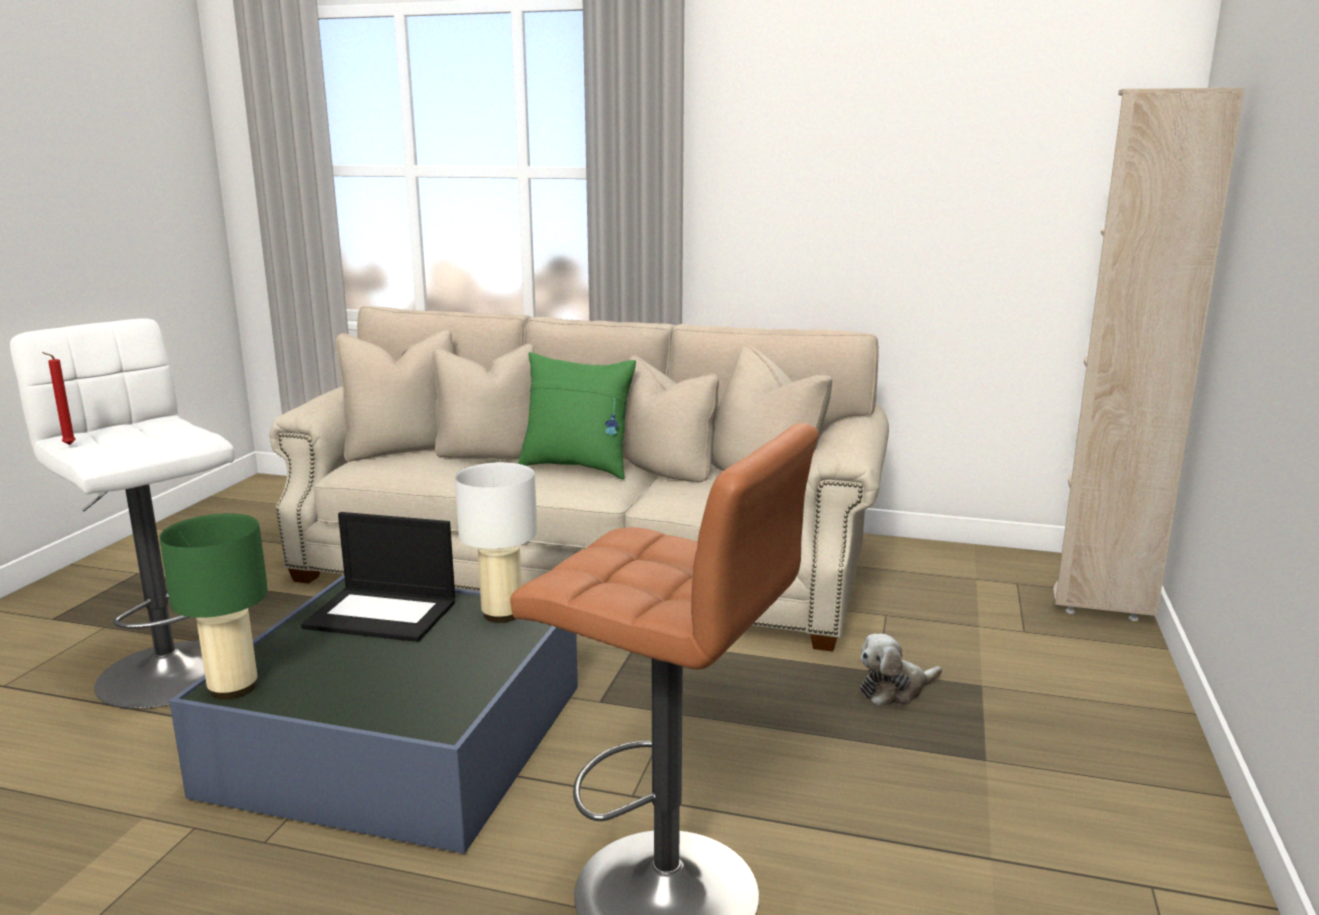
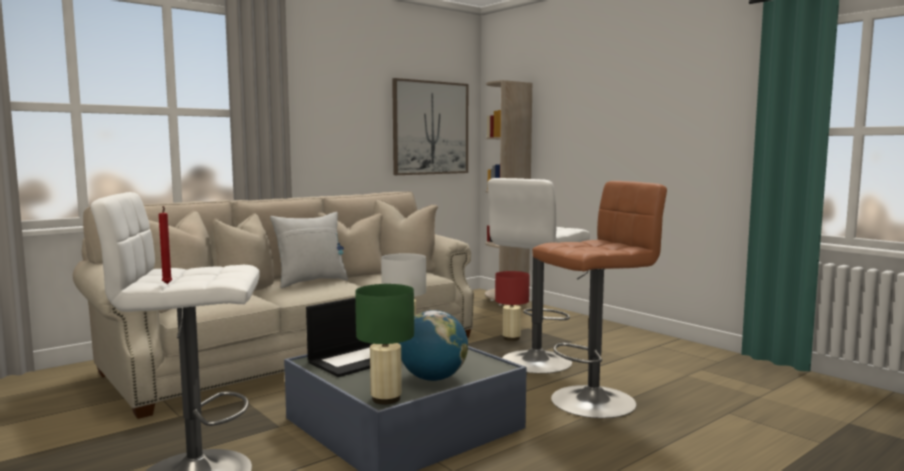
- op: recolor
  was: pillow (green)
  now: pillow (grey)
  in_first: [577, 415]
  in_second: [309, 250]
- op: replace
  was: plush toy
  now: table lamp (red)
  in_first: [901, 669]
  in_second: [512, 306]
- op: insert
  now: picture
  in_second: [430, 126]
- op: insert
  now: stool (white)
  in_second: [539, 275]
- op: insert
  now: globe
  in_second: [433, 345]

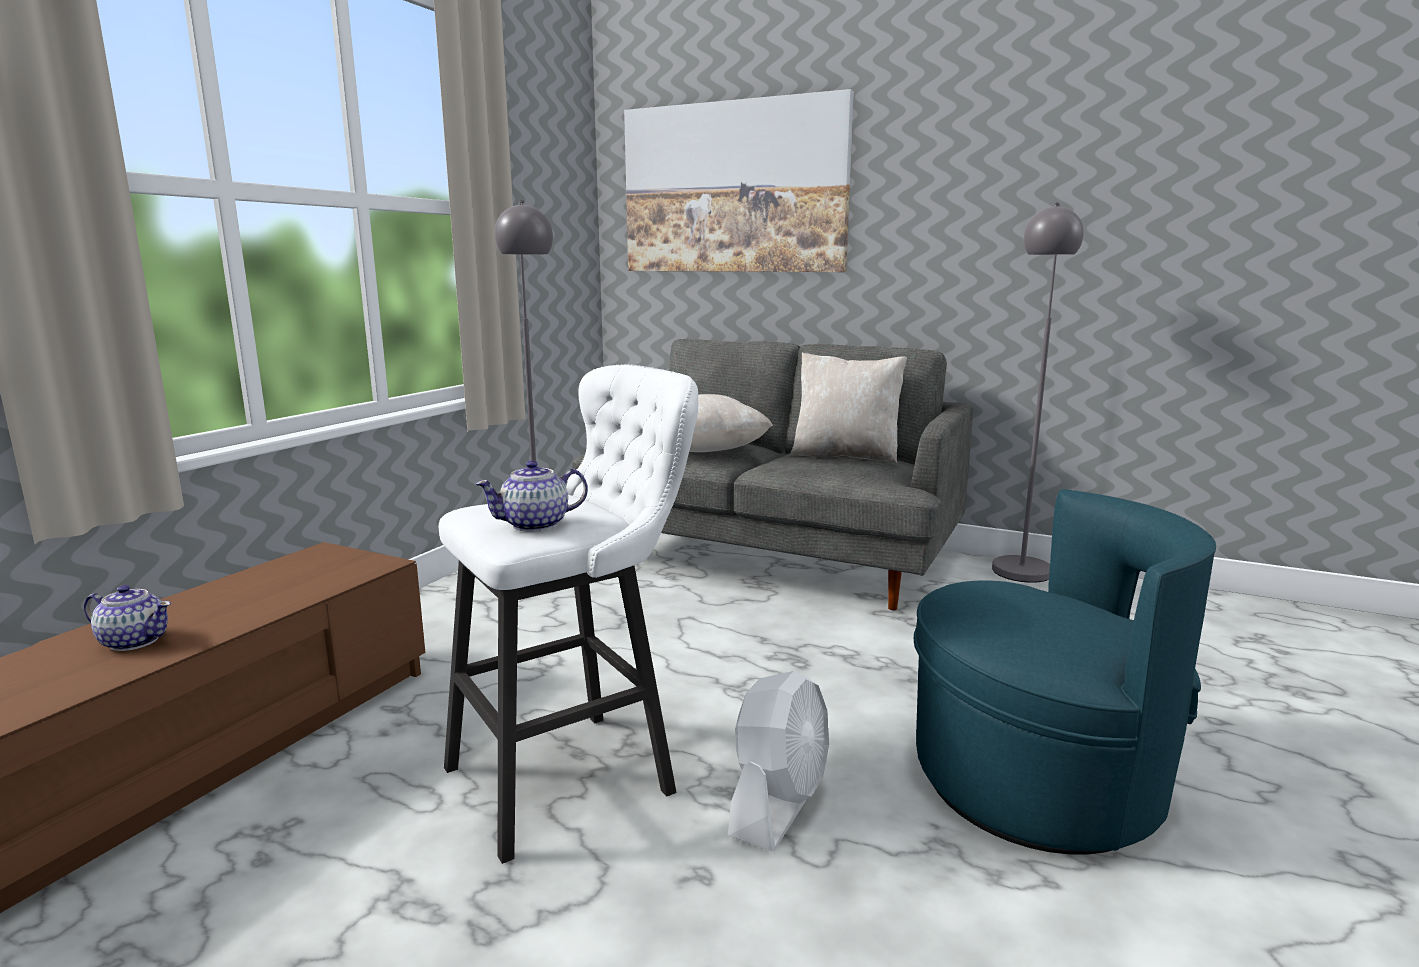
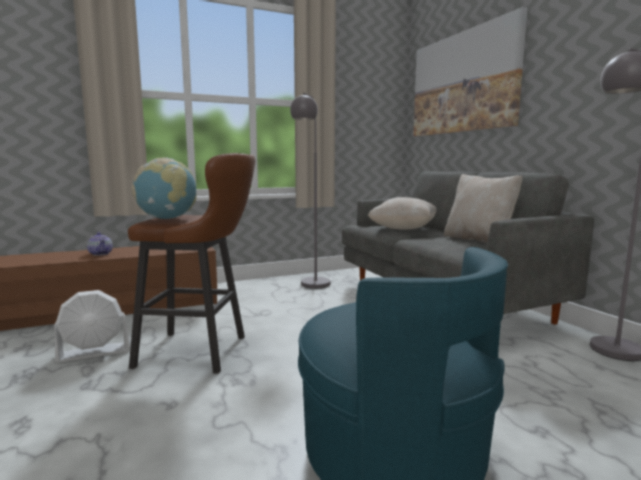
- op: recolor
  was: stool (white)
  now: stool (brown)
  in_first: [568, 614]
  in_second: [192, 263]
- op: replace
  was: teapot
  now: globe
  in_first: [531, 496]
  in_second: [163, 188]
- op: move
  was: fan (white)
  in_first: [778, 761]
  in_second: [93, 326]

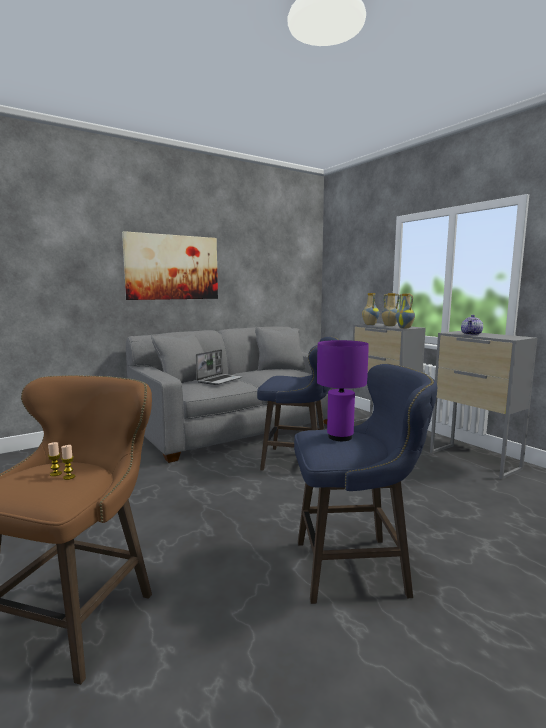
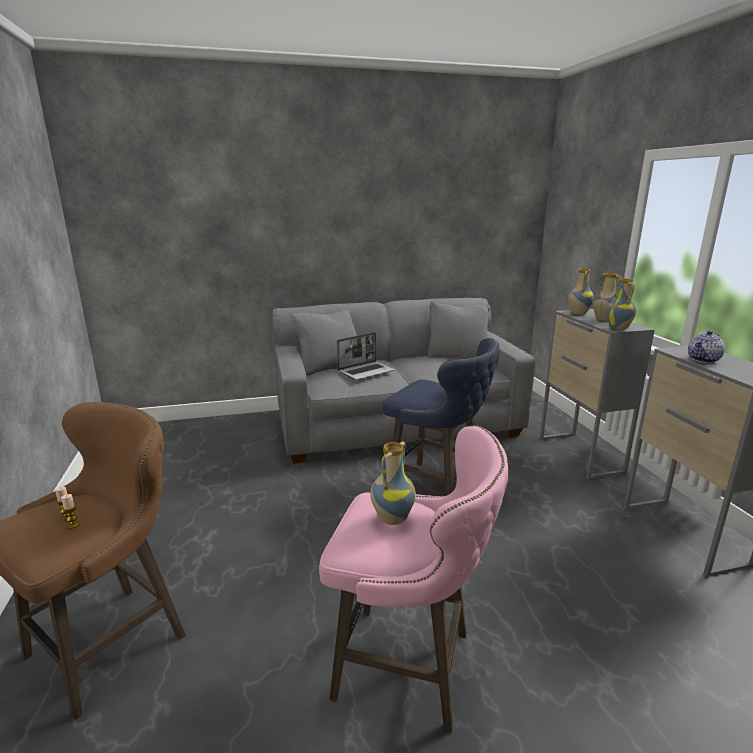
- op: delete
  was: picture
  in_first: [170, 265]
- op: replace
  was: table lamp (purple)
  now: vase
  in_first: [343, 390]
  in_second: [393, 483]
- op: recolor
  was: stool (blue)
  now: stool (pink)
  in_first: [365, 483]
  in_second: [413, 579]

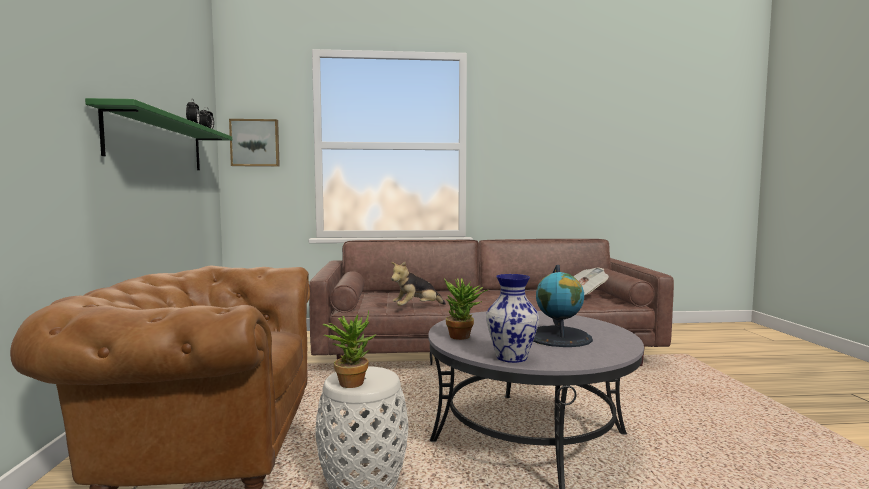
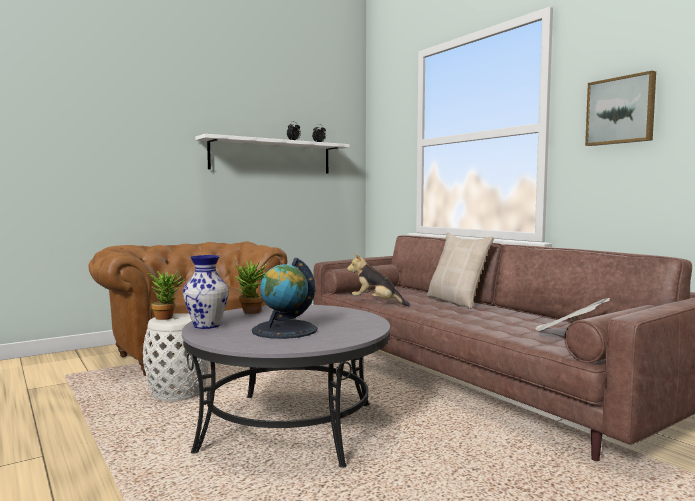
- op: recolor
  was: shelf (green)
  now: shelf (white)
  in_first: [158, 134]
  in_second: [272, 153]
- op: move
  was: picture
  in_first: [254, 143]
  in_second: [620, 108]
- op: insert
  now: pillow (beige)
  in_second: [460, 271]

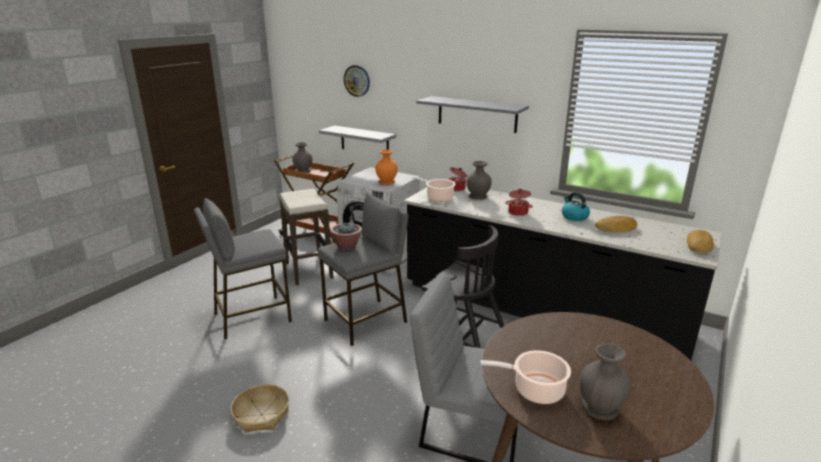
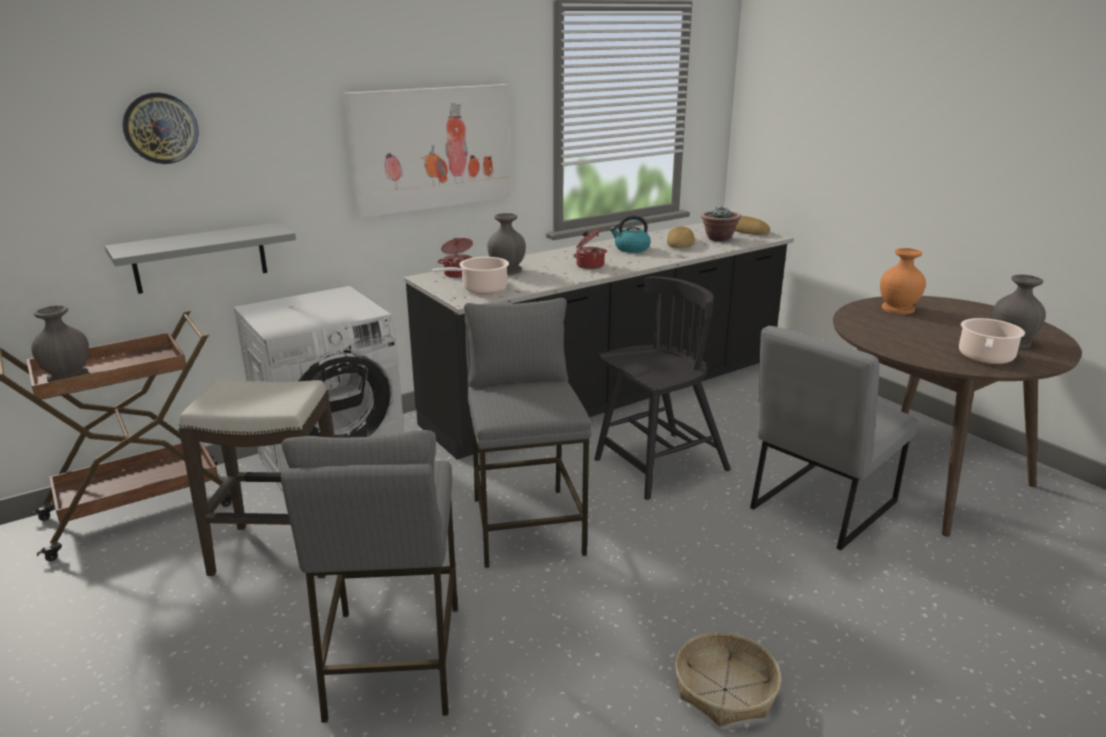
- op: replace
  was: shelf (grey)
  now: picture
  in_first: [472, 114]
  in_second: [427, 151]
- op: move
  was: vase (orange)
  in_first: [387, 167]
  in_second: [903, 281]
- op: move
  was: potted plant
  in_first: [346, 236]
  in_second: [721, 224]

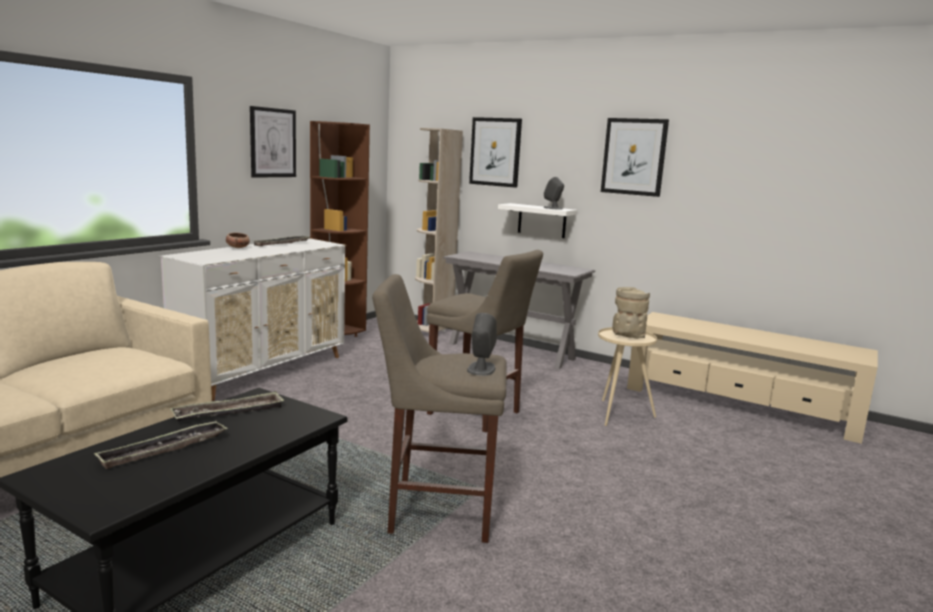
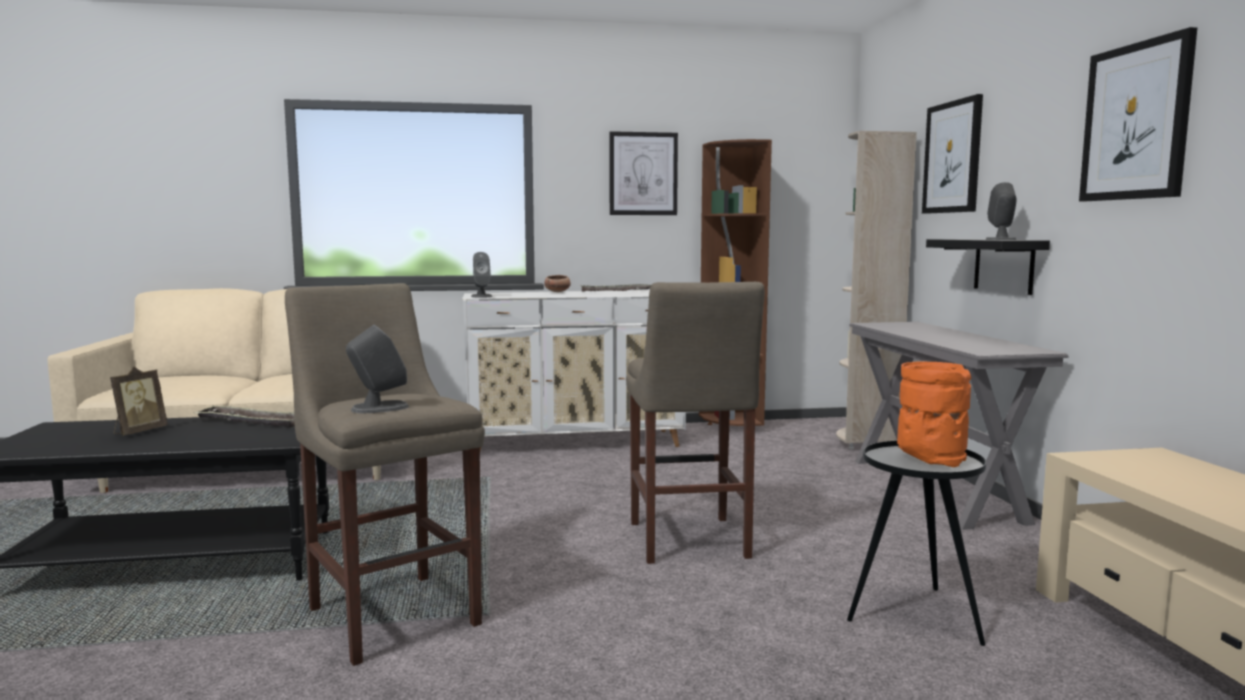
- op: recolor
  was: shelf (white)
  now: shelf (black)
  in_first: [537, 220]
  in_second: [988, 267]
- op: recolor
  was: vase (beige)
  now: vase (orange)
  in_first: [631, 313]
  in_second: [934, 414]
- op: recolor
  was: side table (beige)
  now: side table (black)
  in_first: [627, 376]
  in_second: [916, 543]
- op: replace
  was: tray
  now: picture frame
  in_first: [161, 444]
  in_second: [139, 401]
- op: insert
  now: speaker (grey)
  in_second: [481, 275]

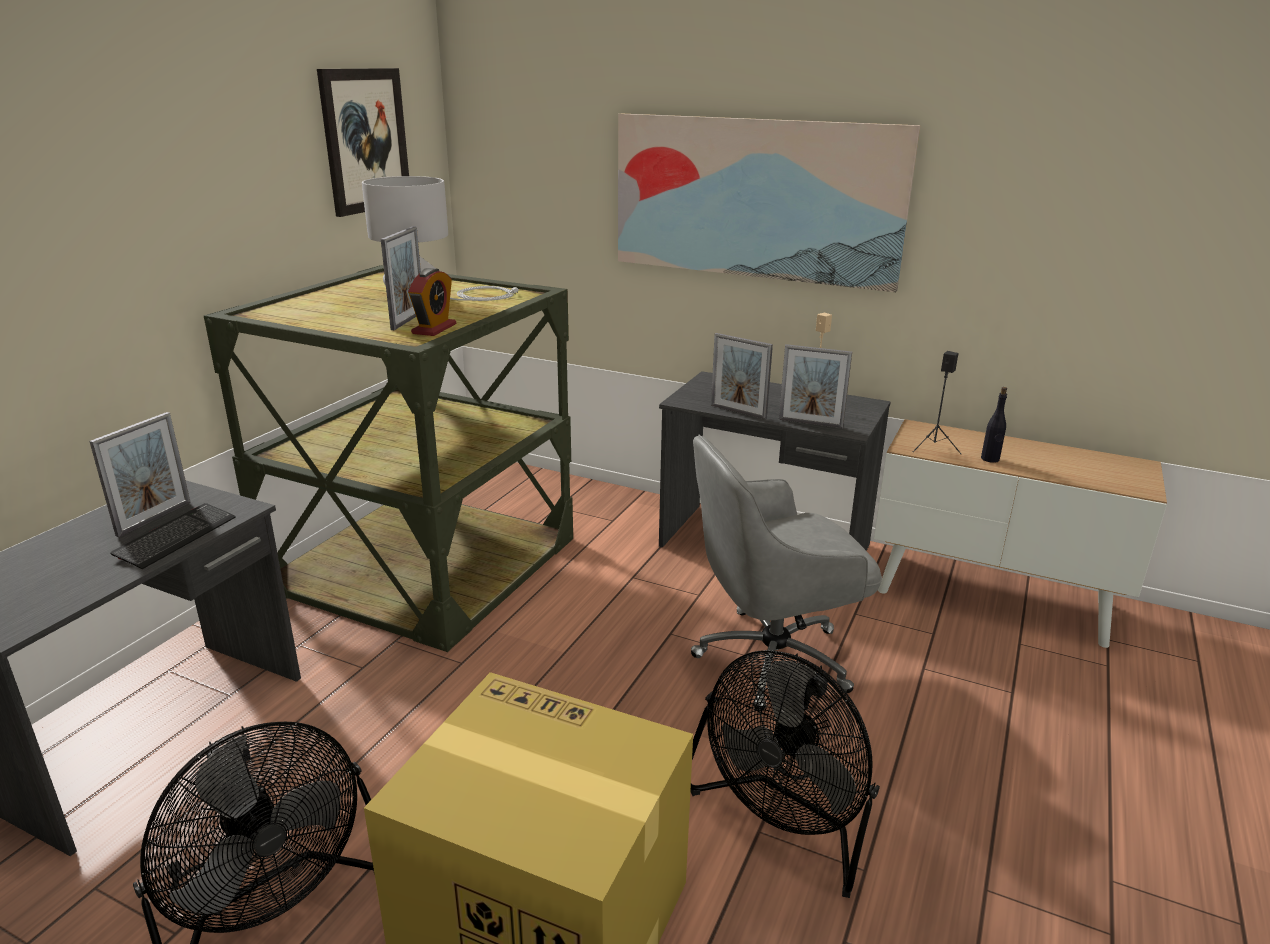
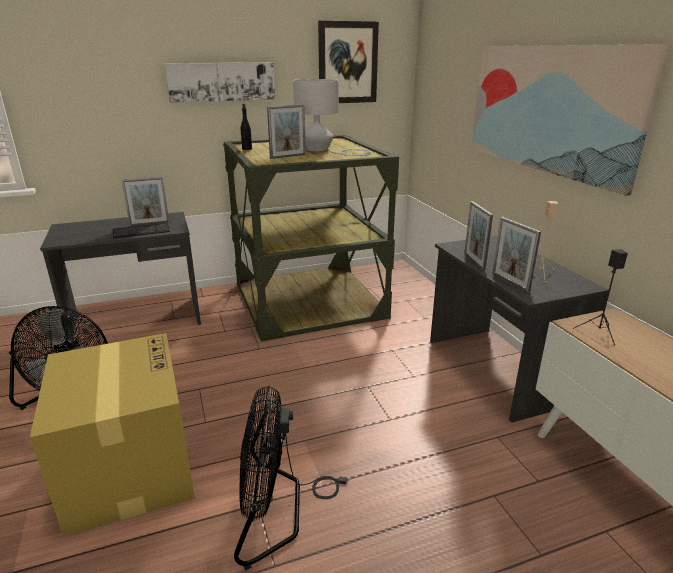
- op: delete
  was: alarm clock
  in_first: [432, 302]
- op: move
  was: bottle (black)
  in_first: [994, 425]
  in_second: [246, 127]
- op: delete
  was: office chair (grey)
  in_first: [786, 573]
- op: insert
  now: picture
  in_second: [220, 82]

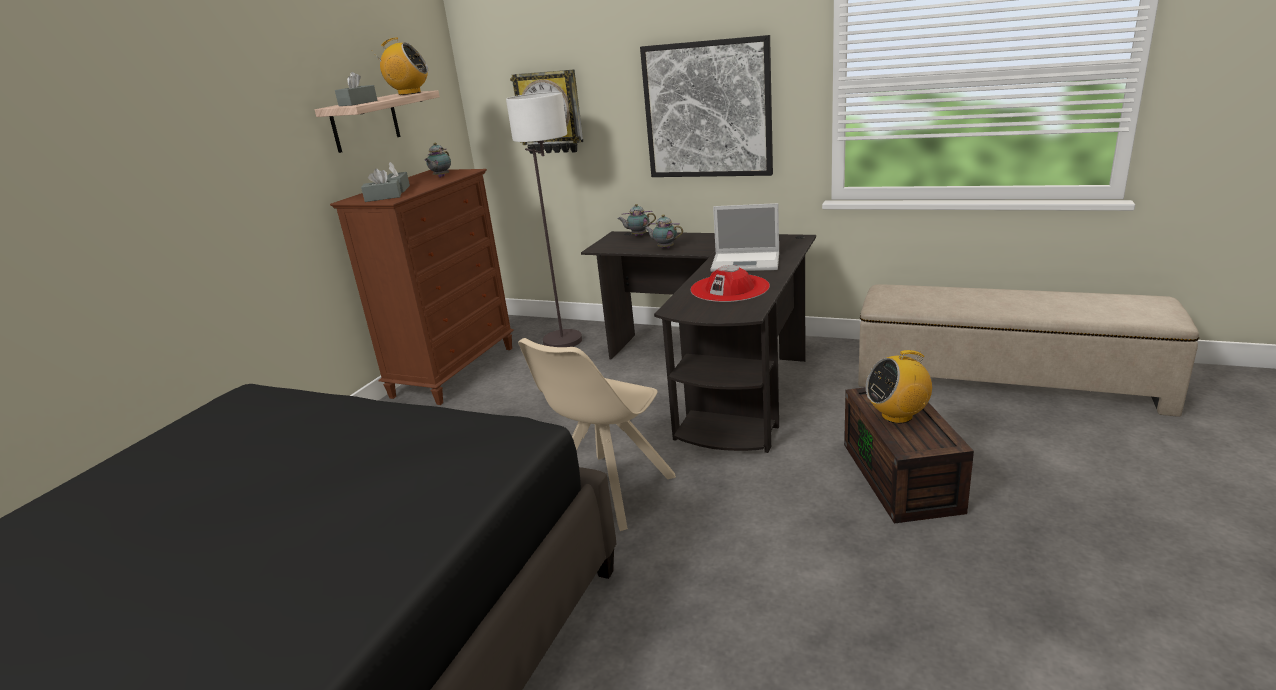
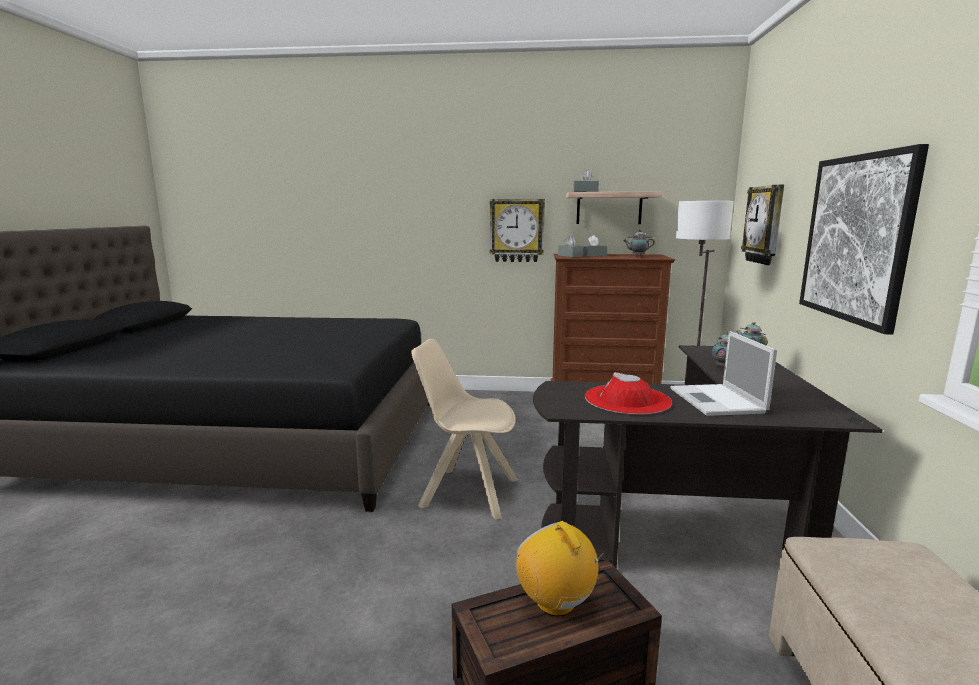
- op: delete
  was: radio
  in_first: [400, 66]
- op: insert
  now: wall clock
  in_second: [517, 230]

